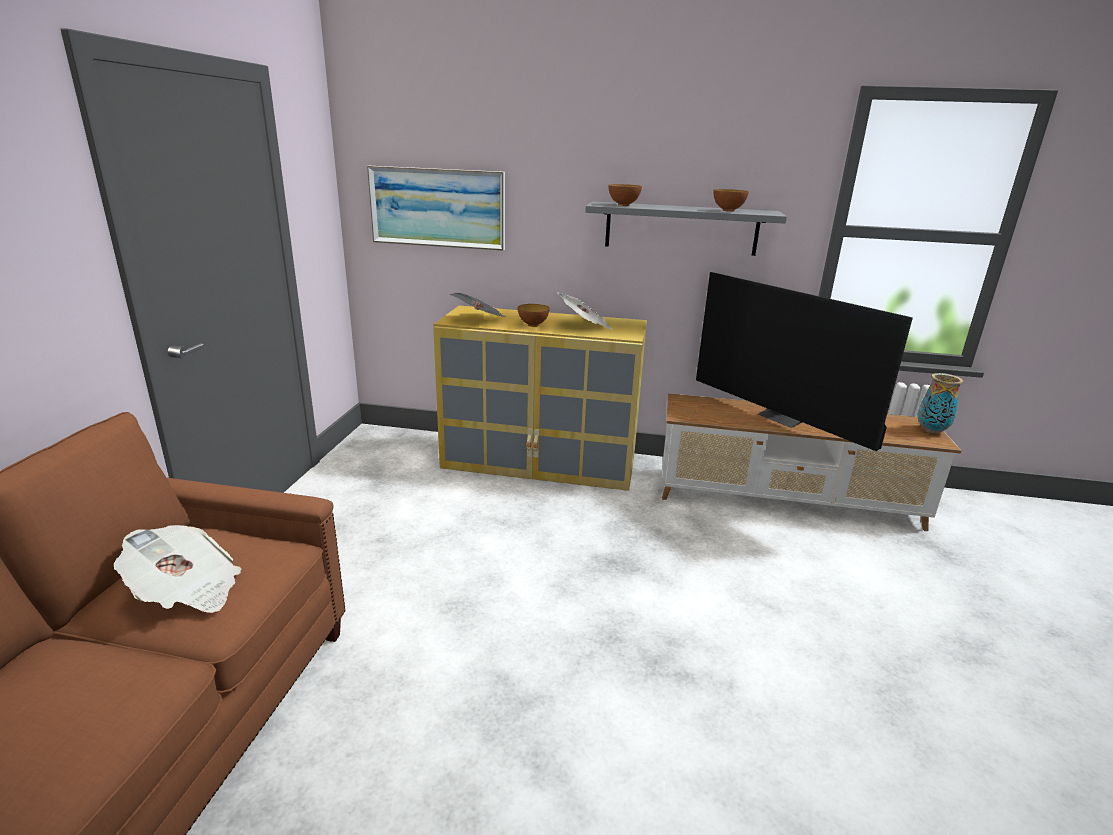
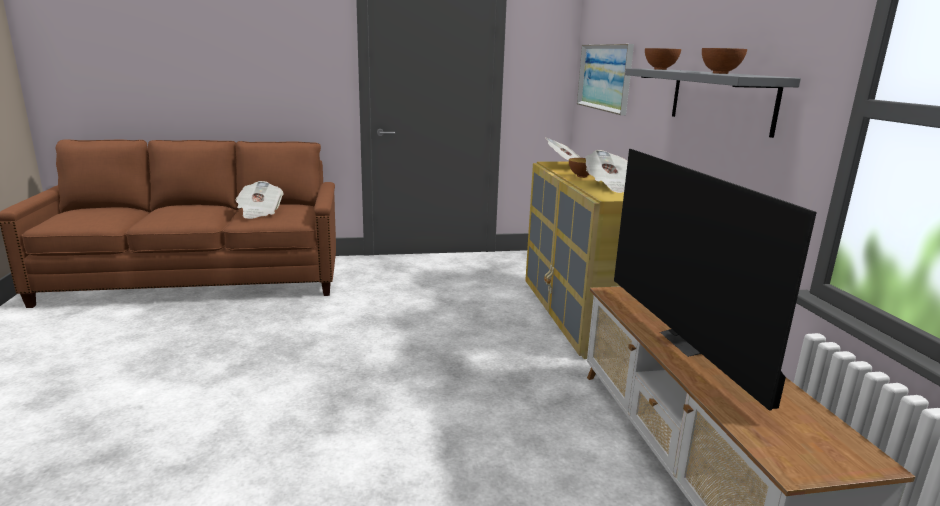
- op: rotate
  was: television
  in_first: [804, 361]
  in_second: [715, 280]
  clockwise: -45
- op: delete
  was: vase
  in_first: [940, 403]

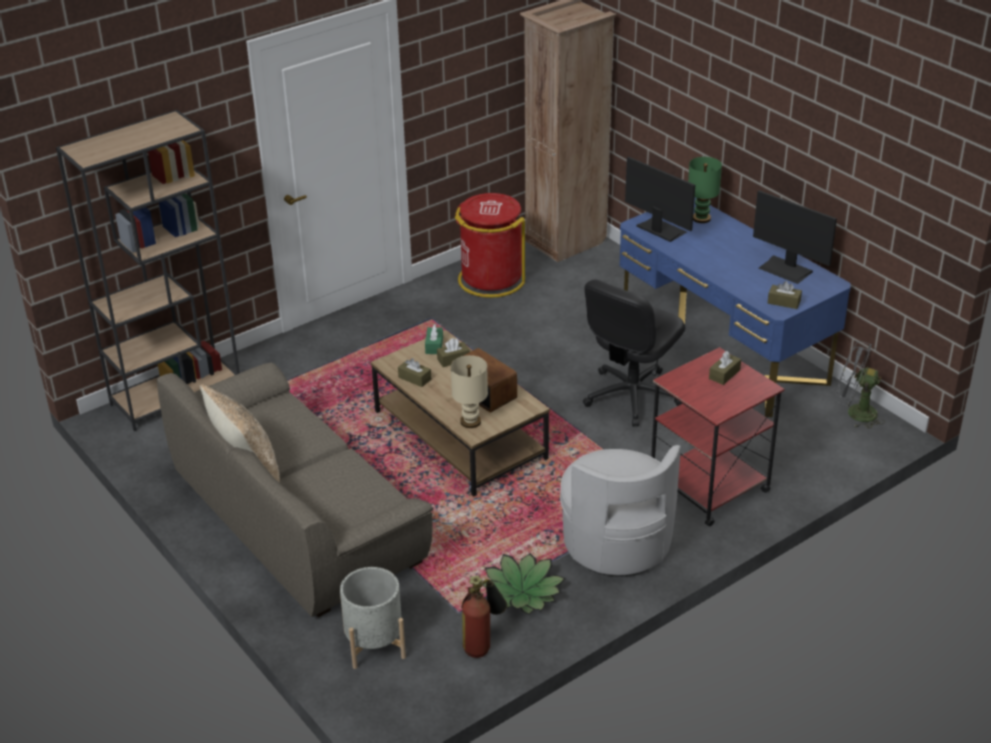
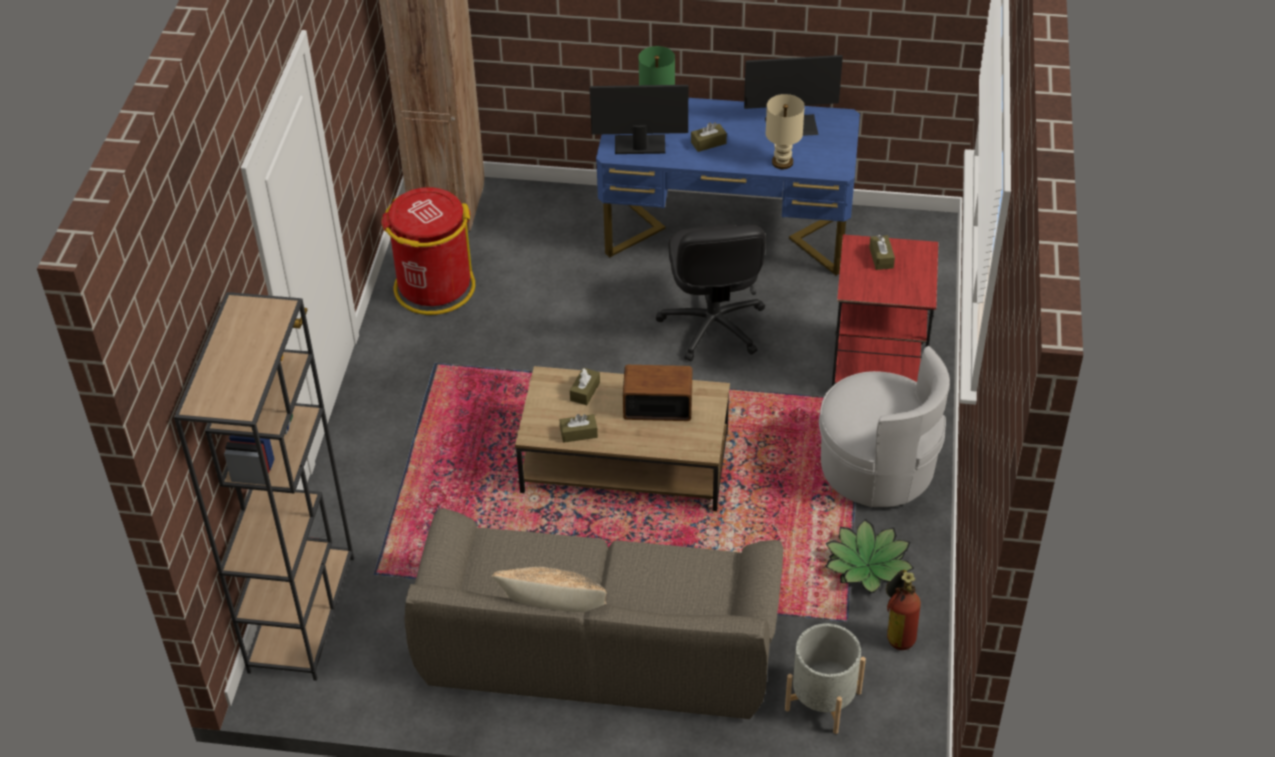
- op: move
  was: tissue box (brown)
  in_first: [785, 295]
  in_second: [709, 137]
- op: delete
  was: tissue box (green)
  in_first: [434, 339]
- op: delete
  was: fan (grey)
  in_first: [860, 385]
- op: move
  was: table lamp (beige)
  in_first: [469, 391]
  in_second: [785, 131]

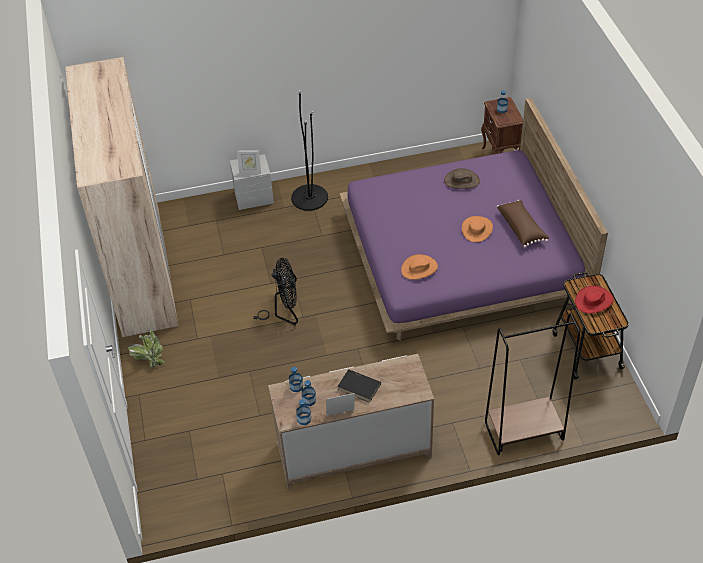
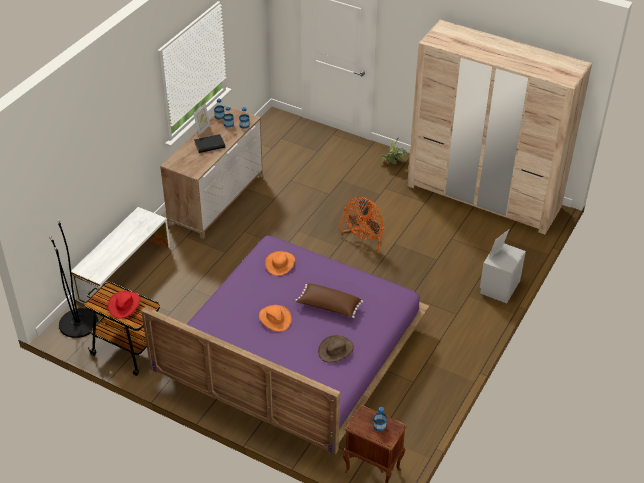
- op: move
  was: floor lamp (black)
  in_first: [309, 150]
  in_second: [73, 279]
- op: move
  was: pillow (brown)
  in_first: [523, 223]
  in_second: [329, 300]
- op: recolor
  was: fan (black)
  now: fan (orange)
  in_first: [275, 291]
  in_second: [362, 225]
- op: replace
  was: clothes rack
  now: bench (white)
  in_first: [532, 384]
  in_second: [120, 255]

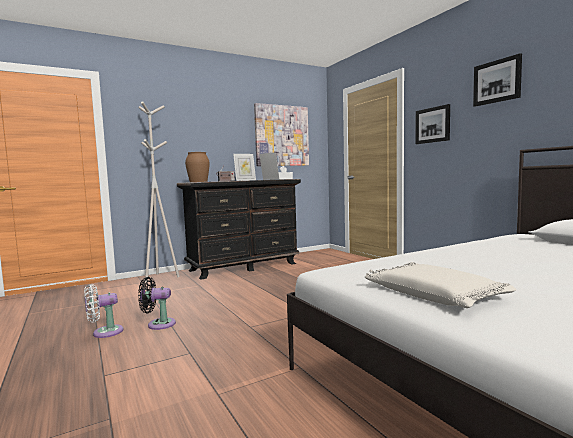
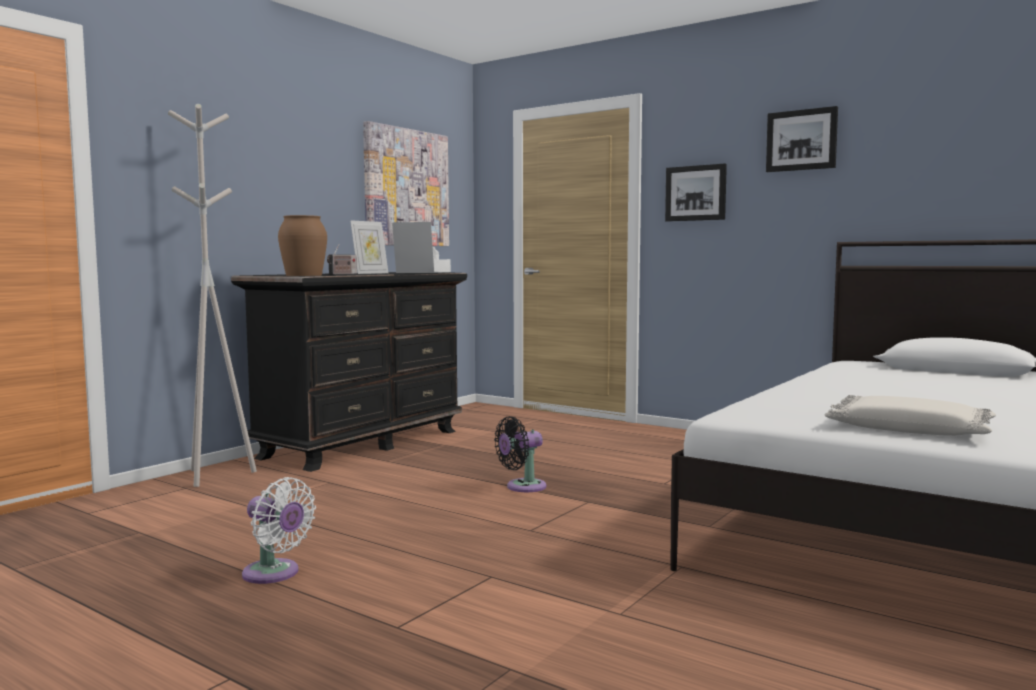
- op: move
  was: fan (black)
  in_first: [157, 303]
  in_second: [520, 454]
- op: rotate
  was: fan (white)
  in_first: [104, 311]
  in_second: [279, 530]
  clockwise: -90

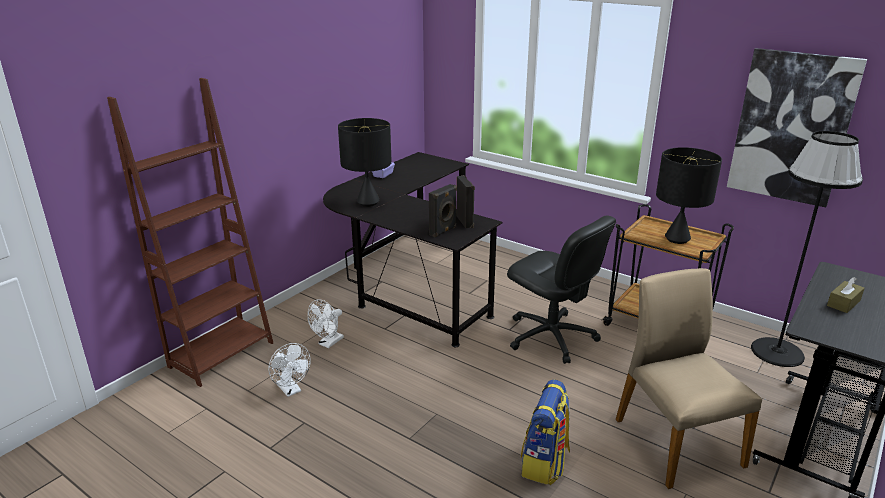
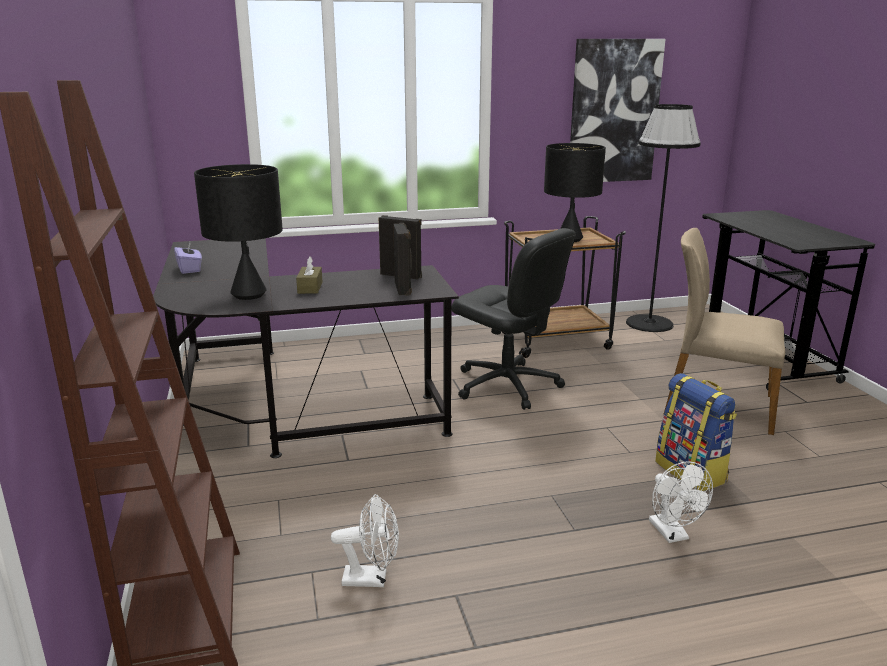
- op: rotate
  was: office chair (black)
  in_first: [561, 290]
  in_second: [513, 319]
  clockwise: 45
- op: move
  was: tissue box (brown)
  in_first: [845, 295]
  in_second: [309, 275]
- op: move
  was: fan (white)
  in_first: [326, 323]
  in_second: [681, 502]

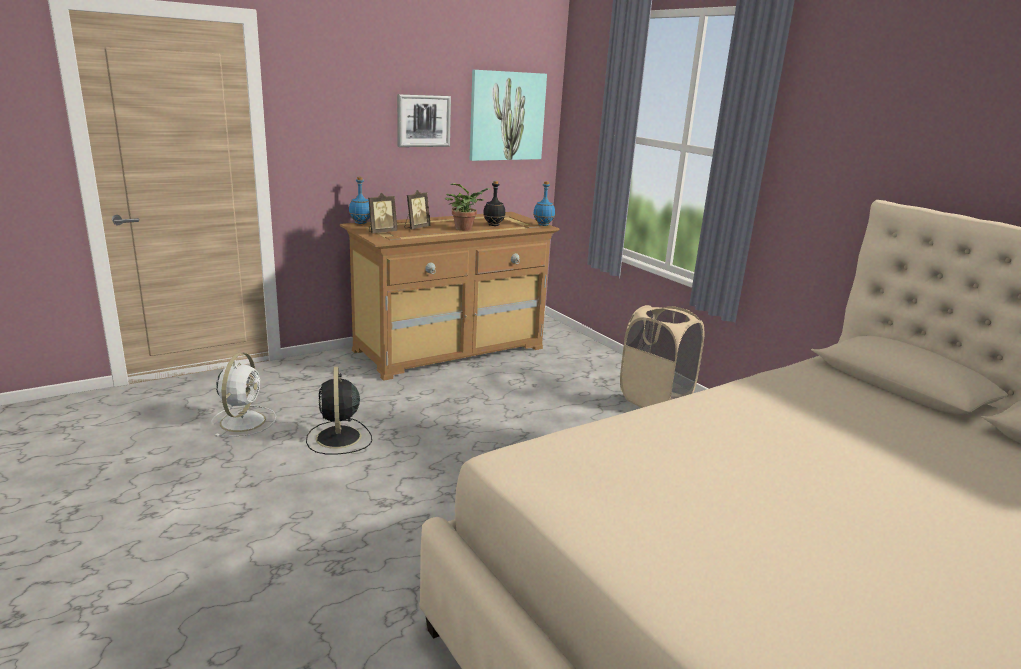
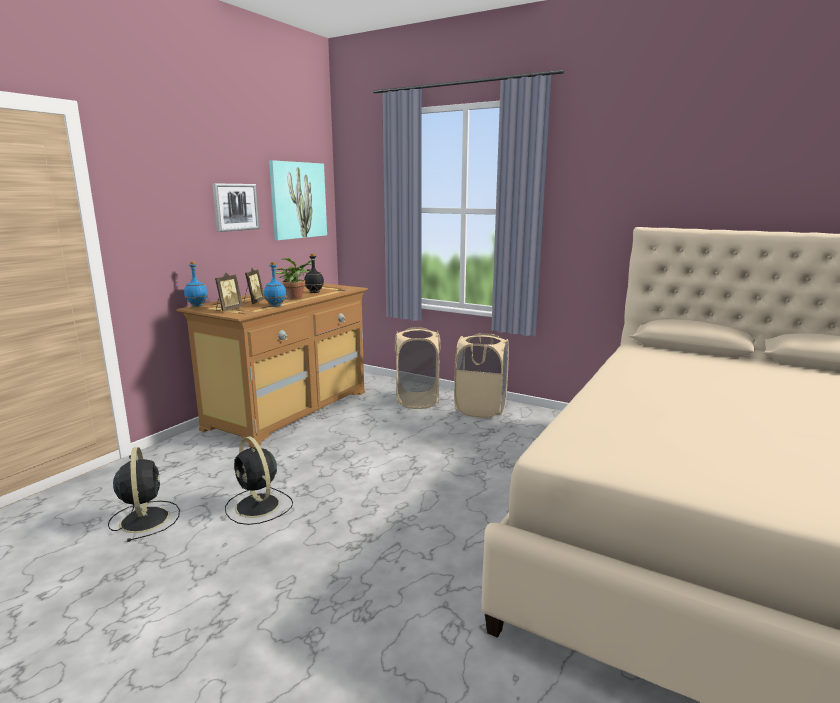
- op: move
  was: bottle (blue)
  in_first: [544, 203]
  in_second: [275, 284]
- op: recolor
  was: fan (white)
  now: fan (black)
  in_first: [243, 394]
  in_second: [144, 494]
- op: insert
  now: laundry basket (beige)
  in_second: [417, 368]

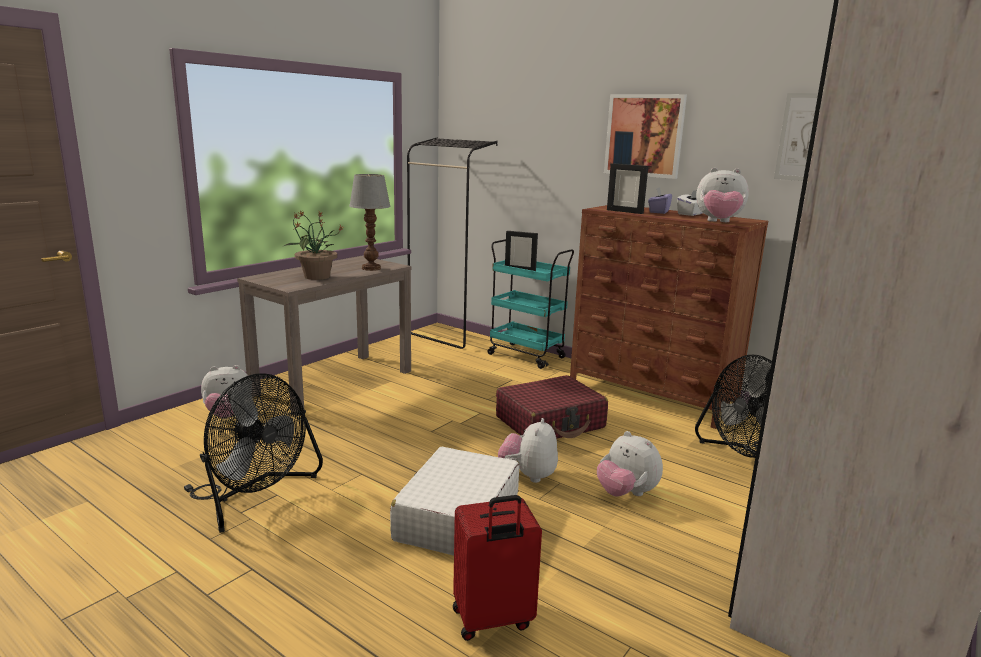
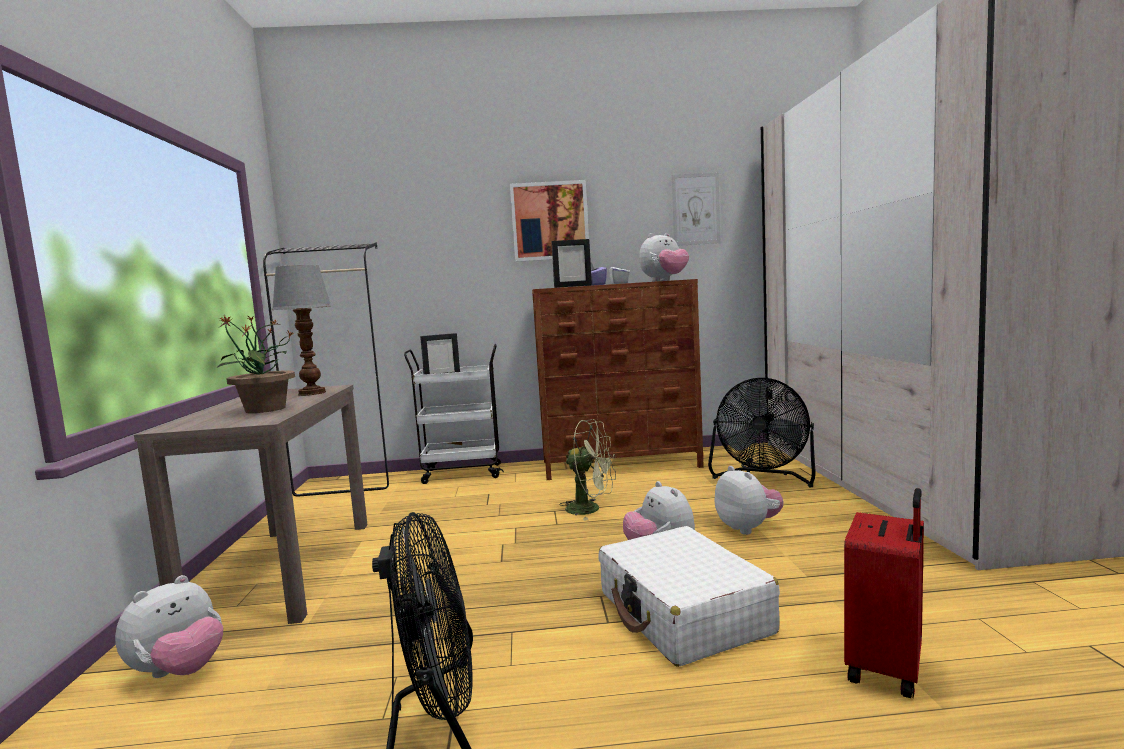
- op: recolor
  was: cart (turquoise)
  now: cart (white)
  in_first: [530, 304]
  in_second: [454, 414]
- op: replace
  was: suitcase (red)
  now: fan (green)
  in_first: [552, 407]
  in_second: [587, 470]
- op: rotate
  was: plush toy
  in_first: [630, 463]
  in_second: [749, 500]
  clockwise: -120

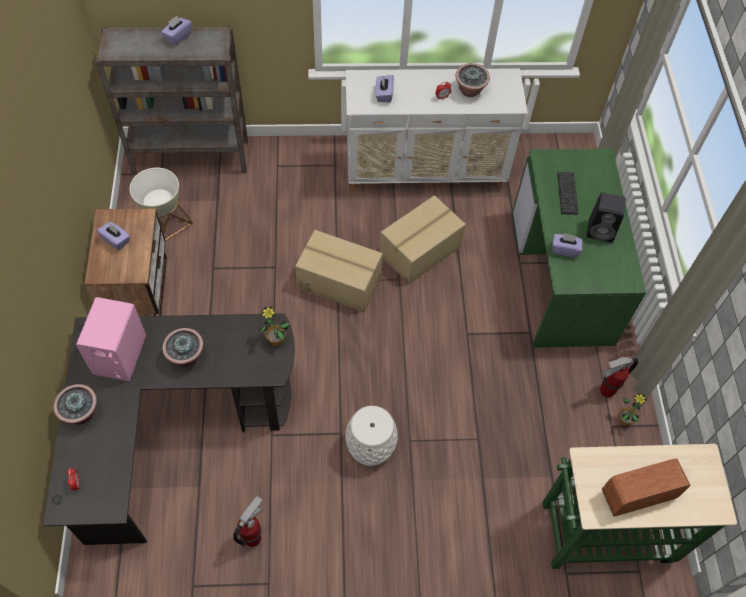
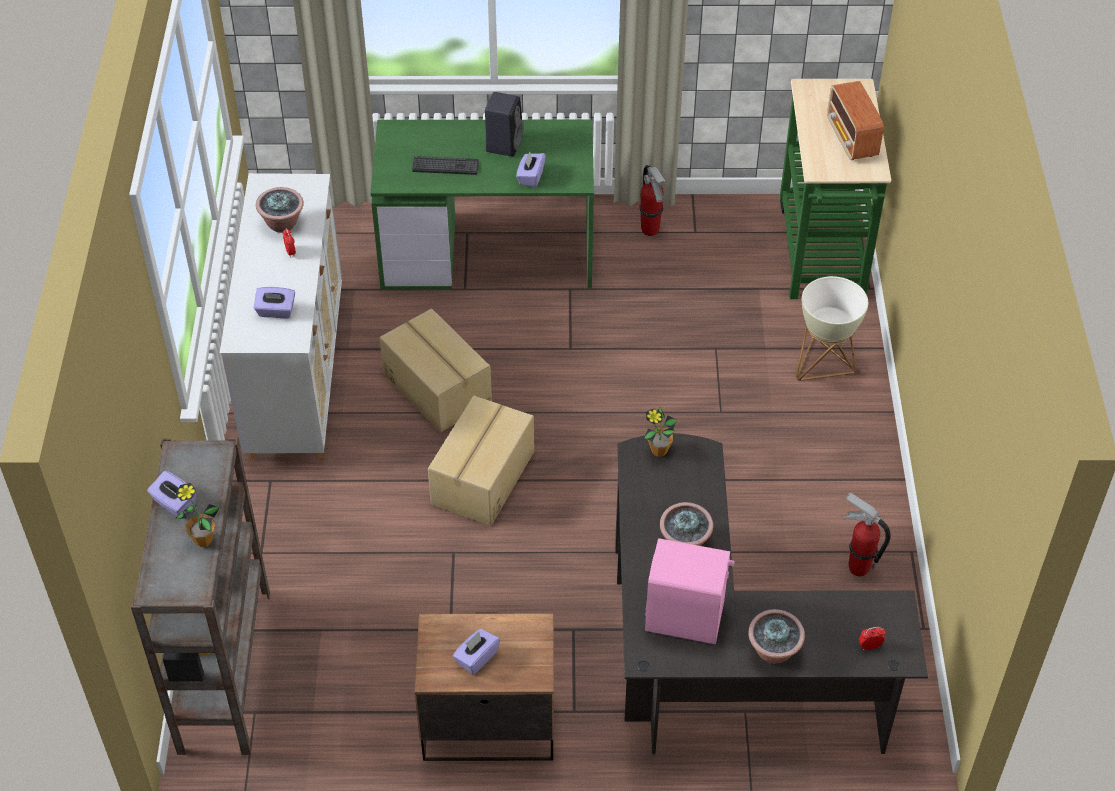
- op: move
  was: planter
  in_first: [161, 204]
  in_second: [832, 328]
- op: move
  was: potted plant
  in_first: [633, 409]
  in_second: [196, 515]
- op: delete
  was: stool (white)
  in_first: [371, 436]

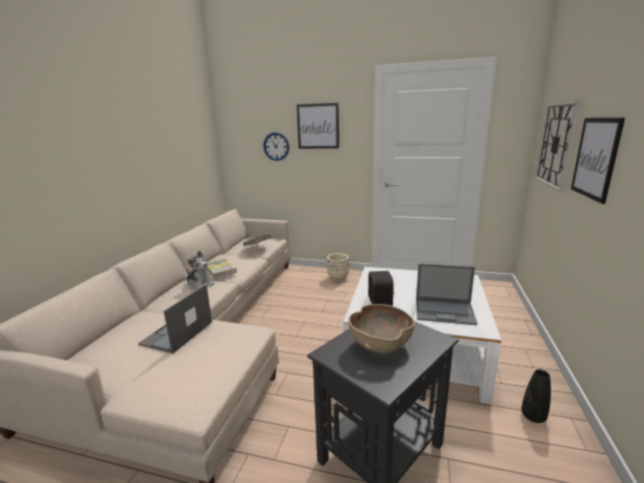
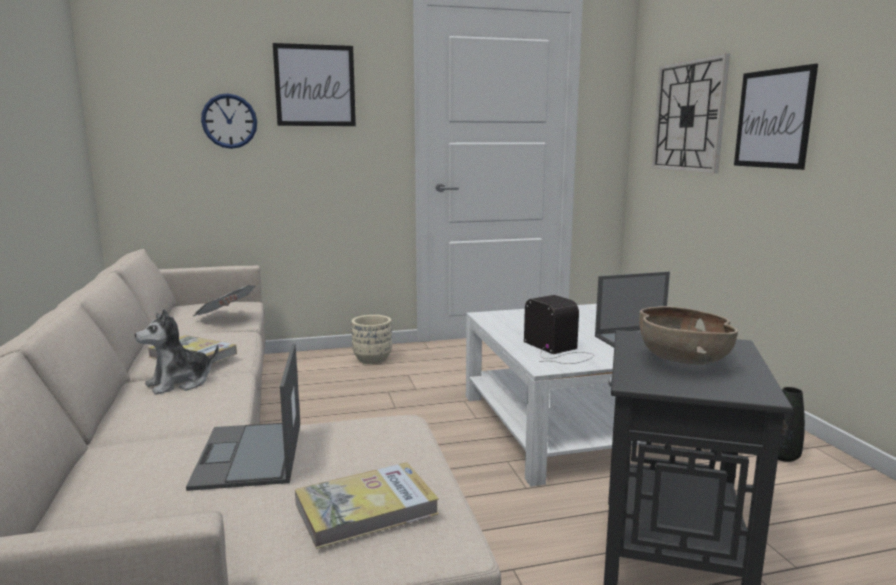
- op: rotate
  was: plush toy
  in_first: [200, 270]
  in_second: [177, 352]
  clockwise: 135
- op: insert
  now: book
  in_second: [367, 505]

